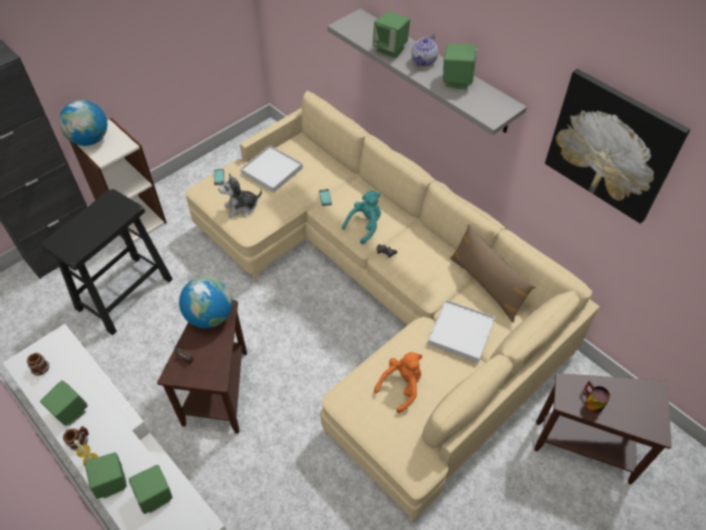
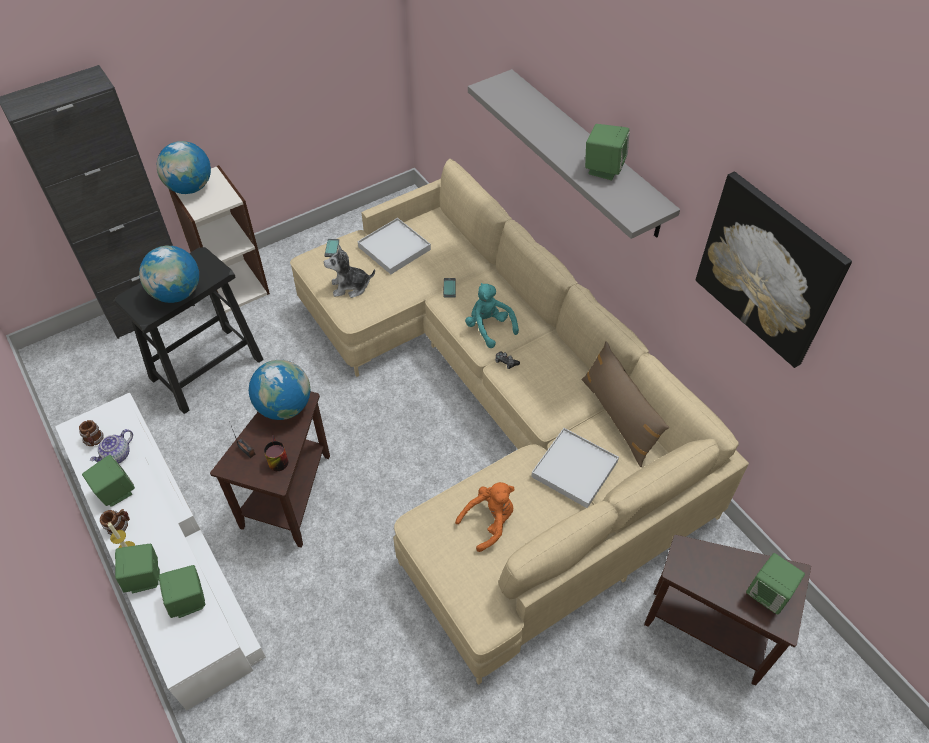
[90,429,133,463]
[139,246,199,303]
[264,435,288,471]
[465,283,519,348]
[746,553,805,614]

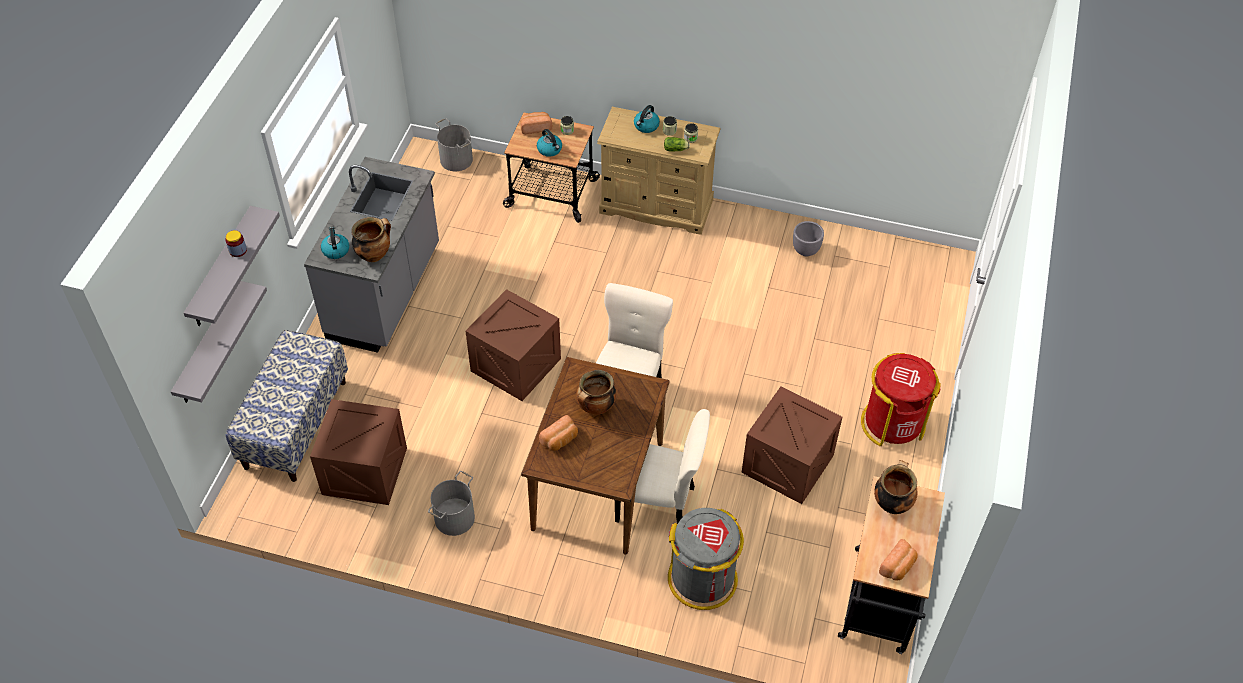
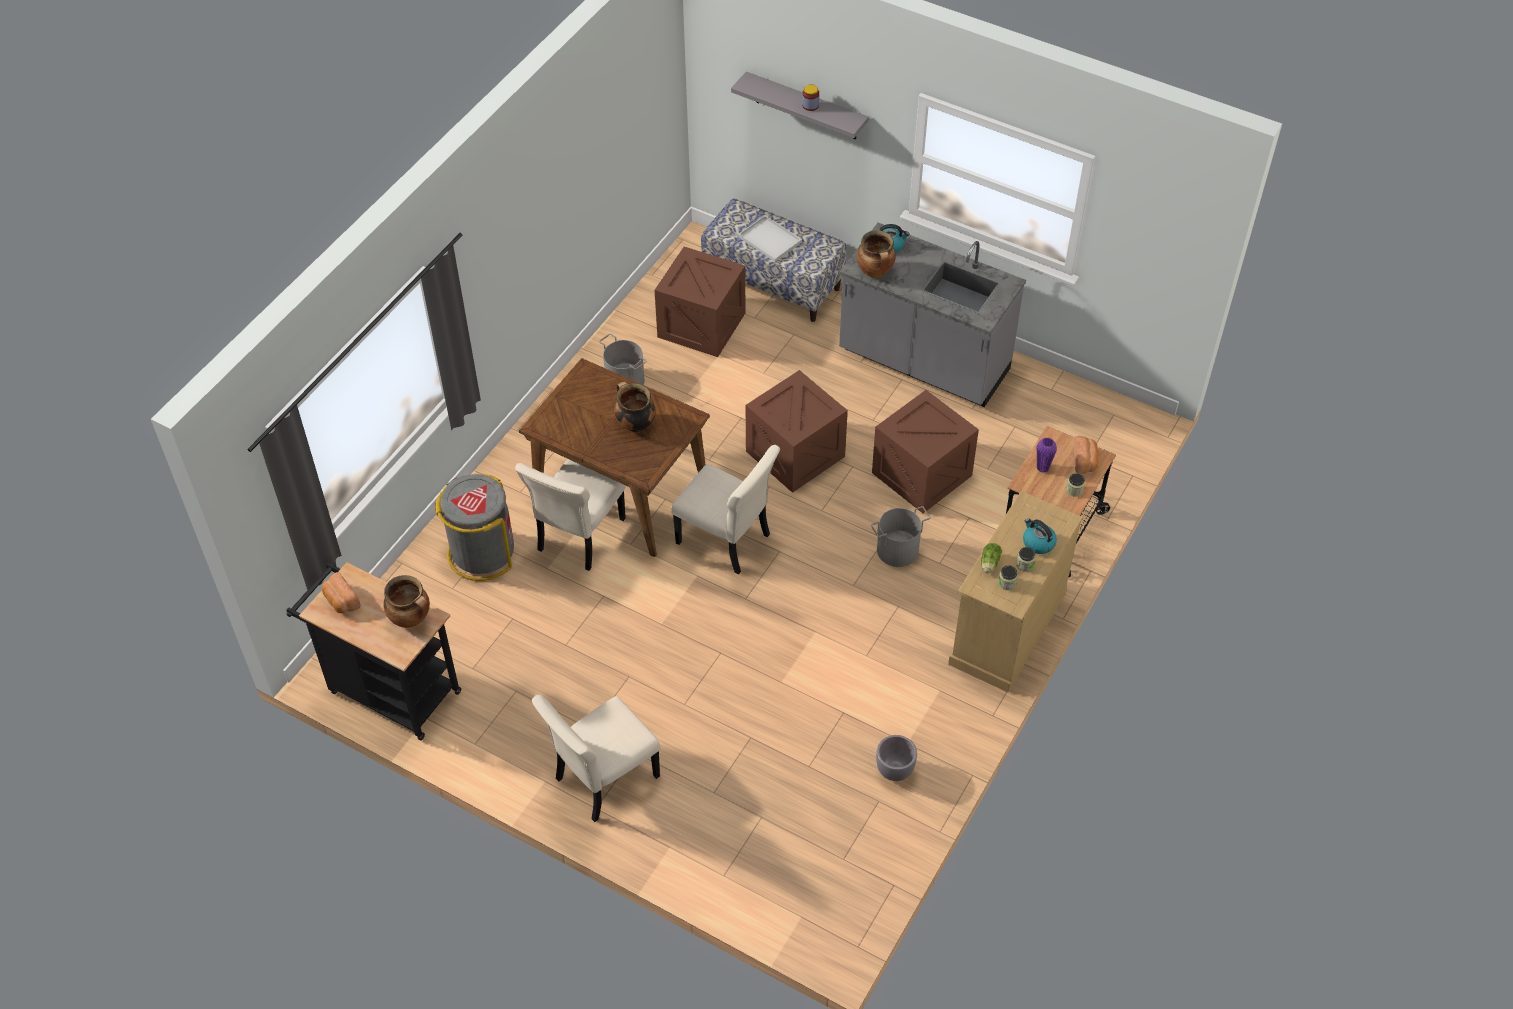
[532,695,661,822]
[738,215,802,262]
[871,506,930,567]
[872,390,979,513]
[1037,437,1057,472]
[171,281,267,403] (first image)
[539,415,578,451] (first image)

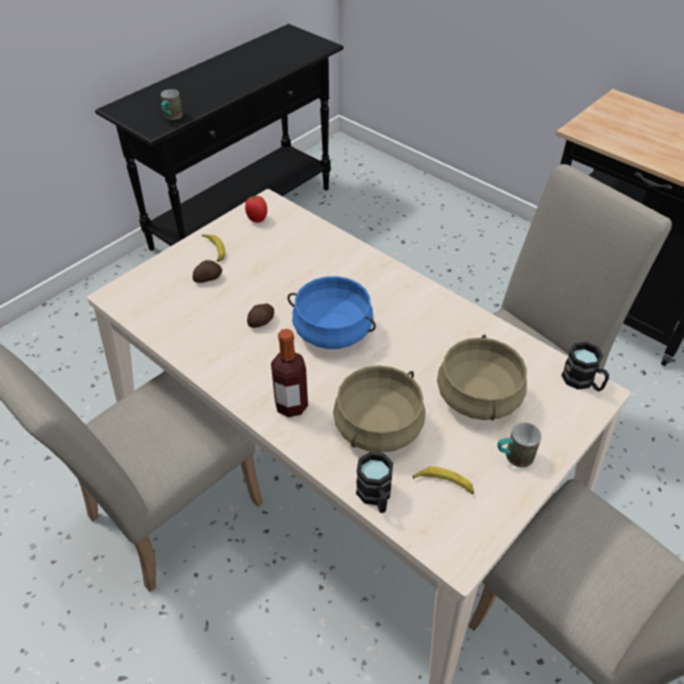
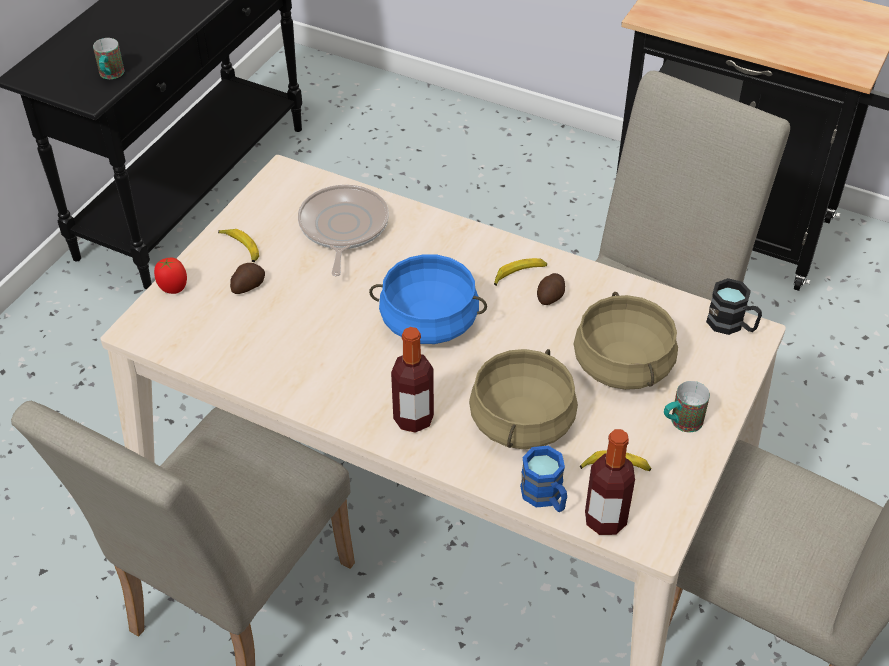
[154,258,187,294]
[298,185,389,276]
[494,258,547,286]
[520,446,567,512]
[537,273,565,305]
[585,429,635,535]

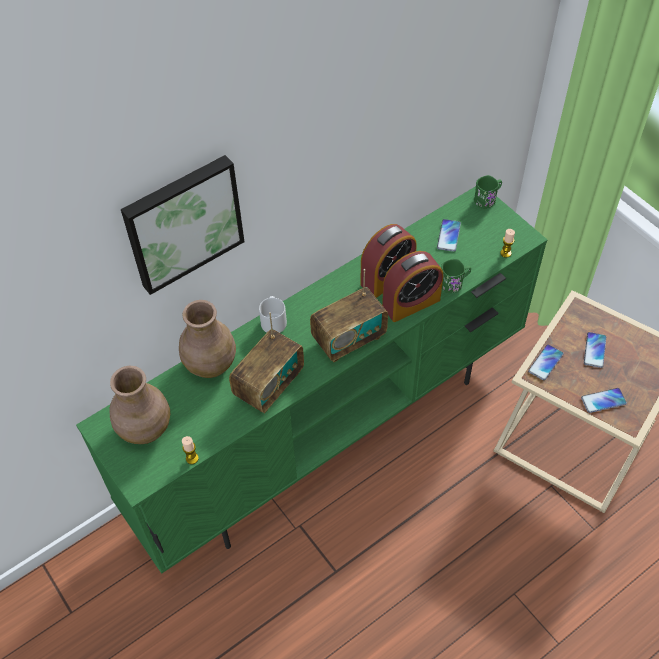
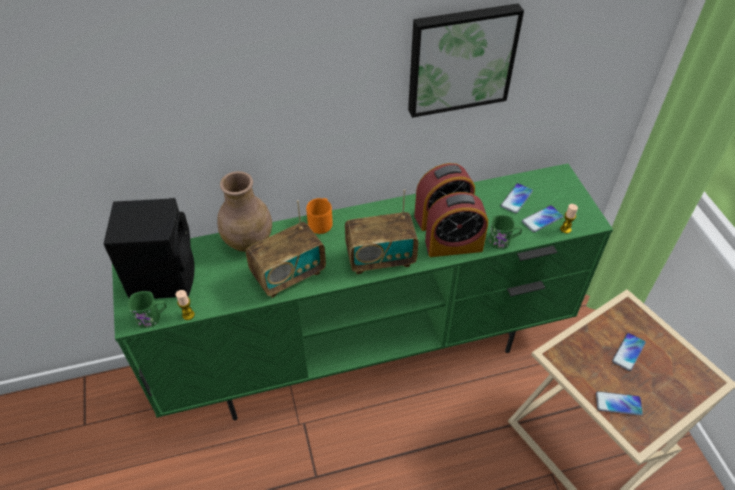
[103,198,195,299]
[128,291,166,328]
[306,198,333,234]
[408,3,524,118]
[522,205,563,232]

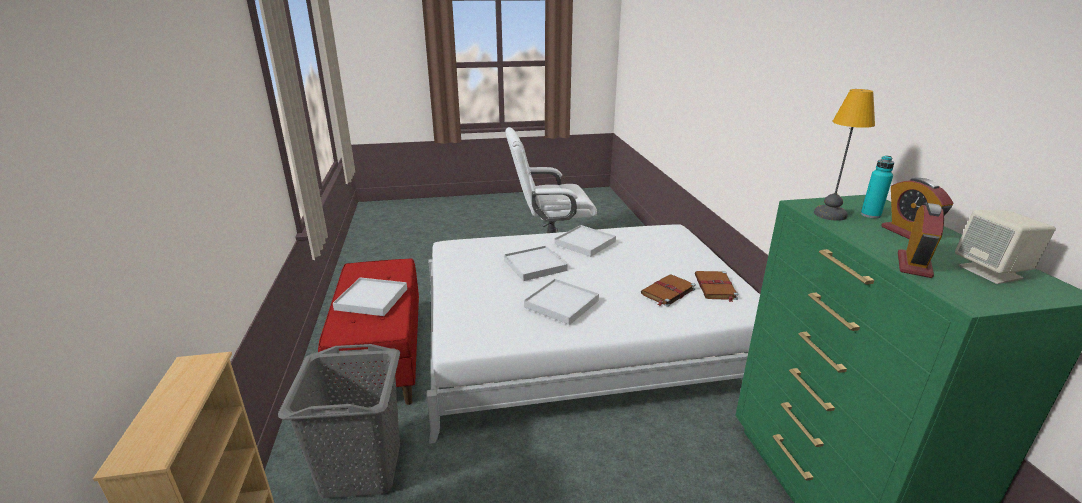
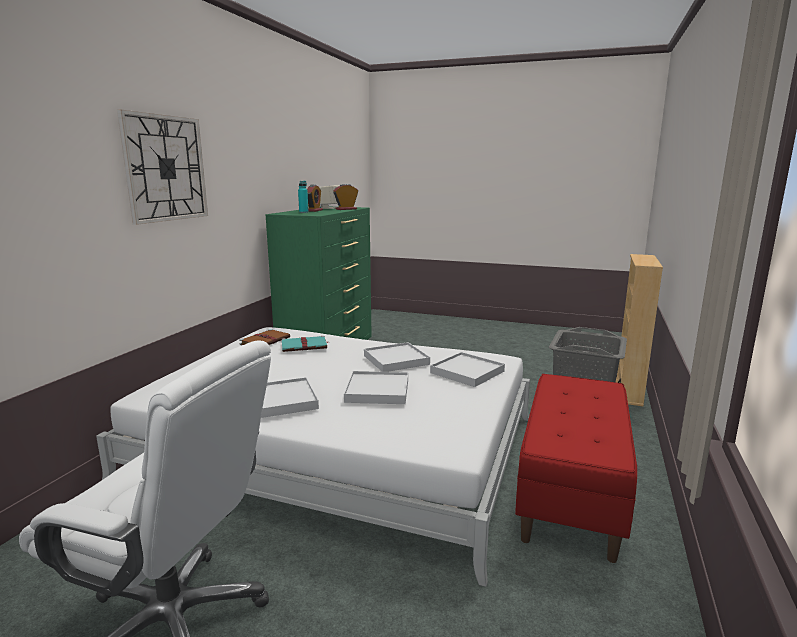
[117,110,208,225]
[282,336,329,352]
[430,352,505,387]
[814,89,875,221] (first image)

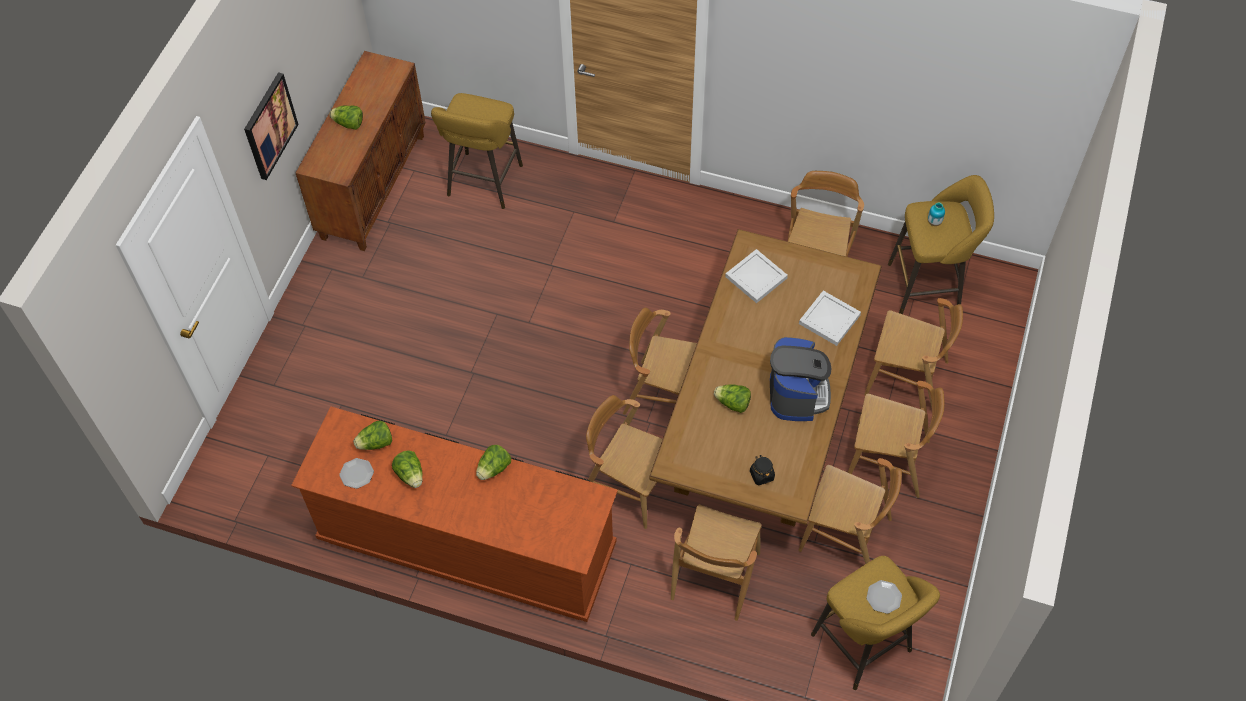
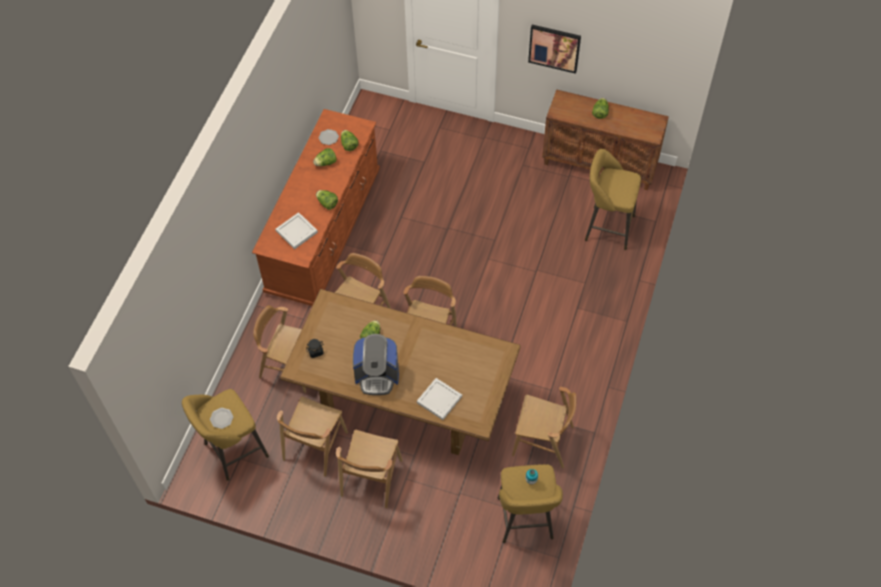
[275,212,318,249]
[864,298,963,408] (first image)

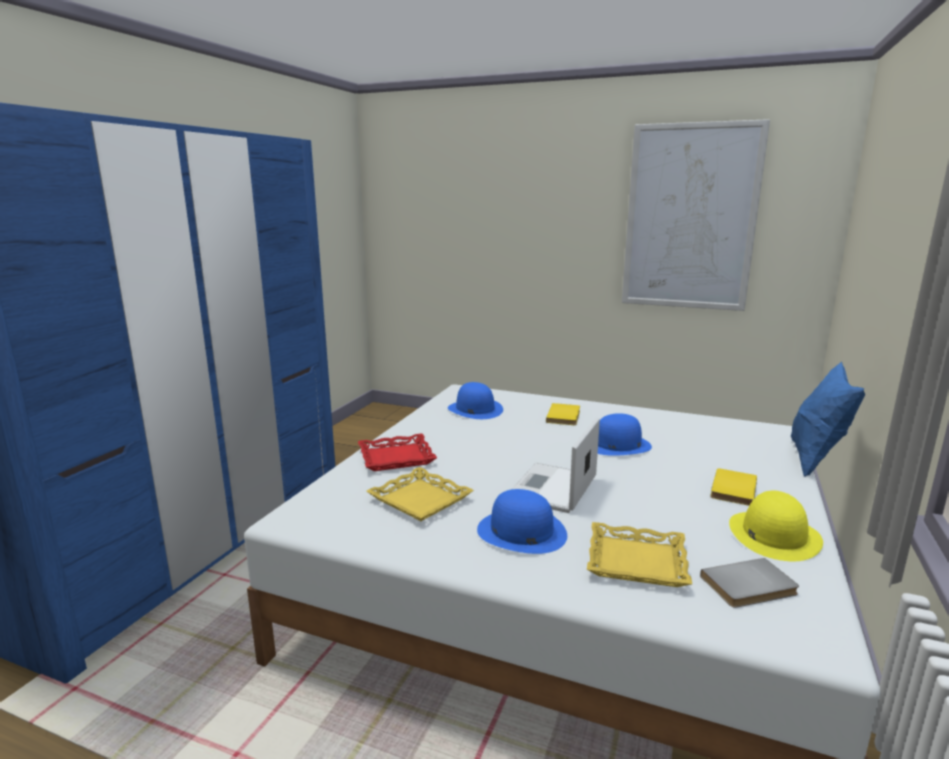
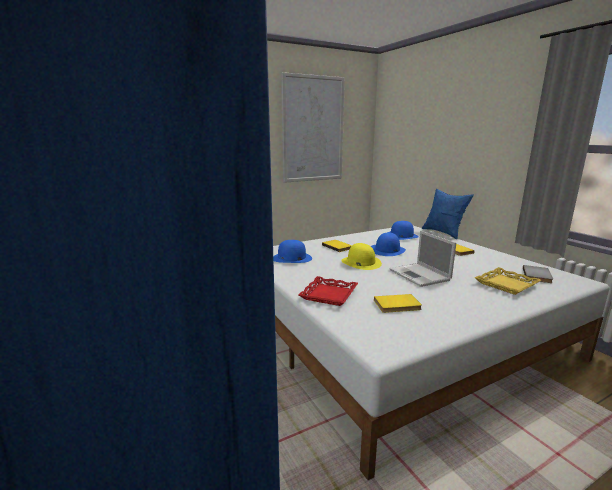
[341,243,382,270]
[374,294,422,313]
[389,221,419,240]

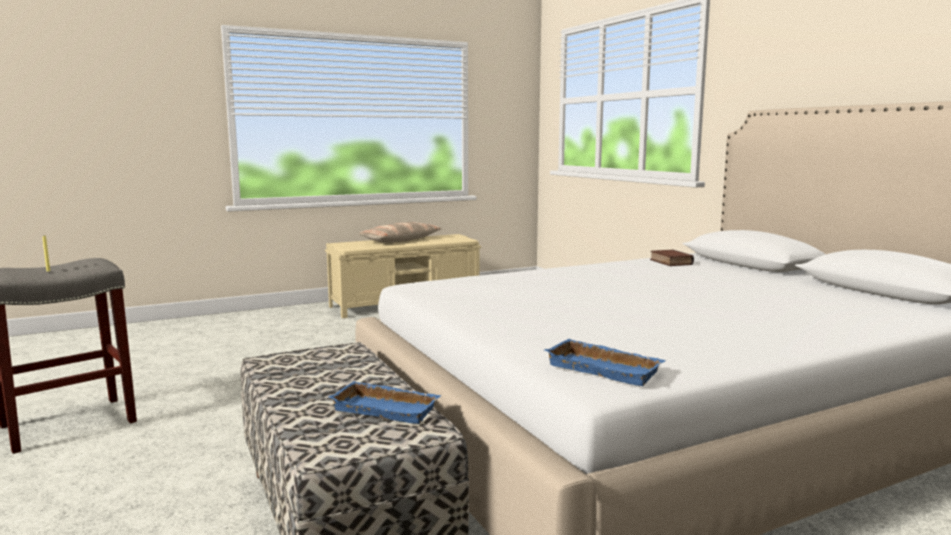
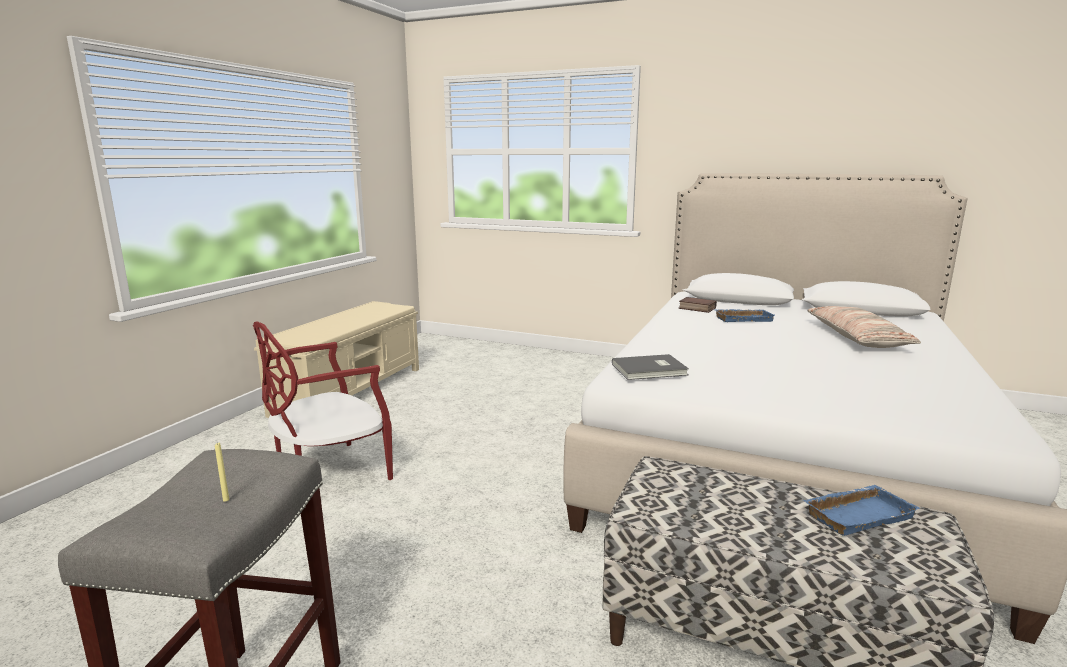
[253,321,393,480]
[612,354,689,380]
[714,309,776,322]
[808,306,921,348]

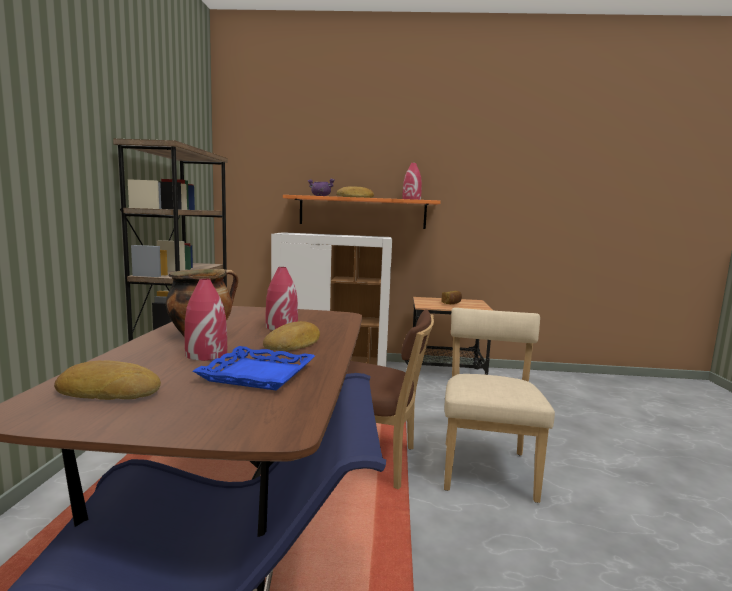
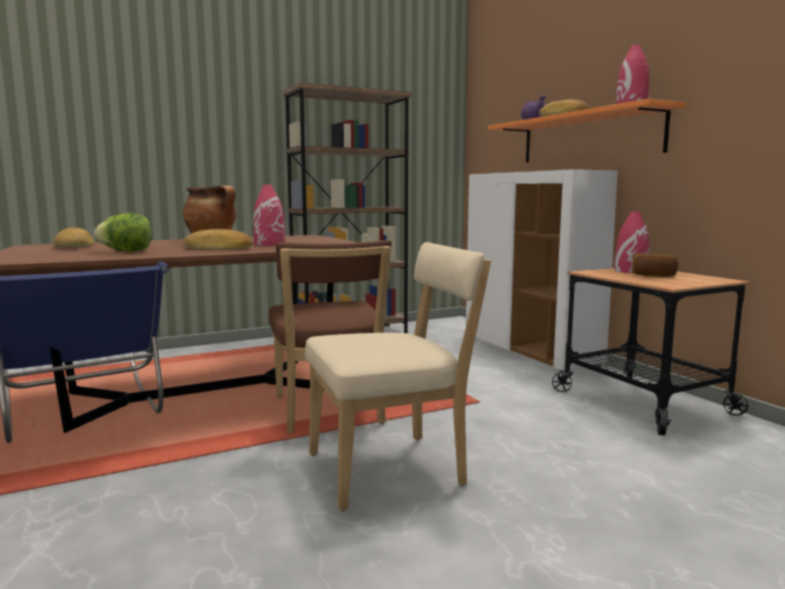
[94,213,152,252]
[615,211,649,273]

